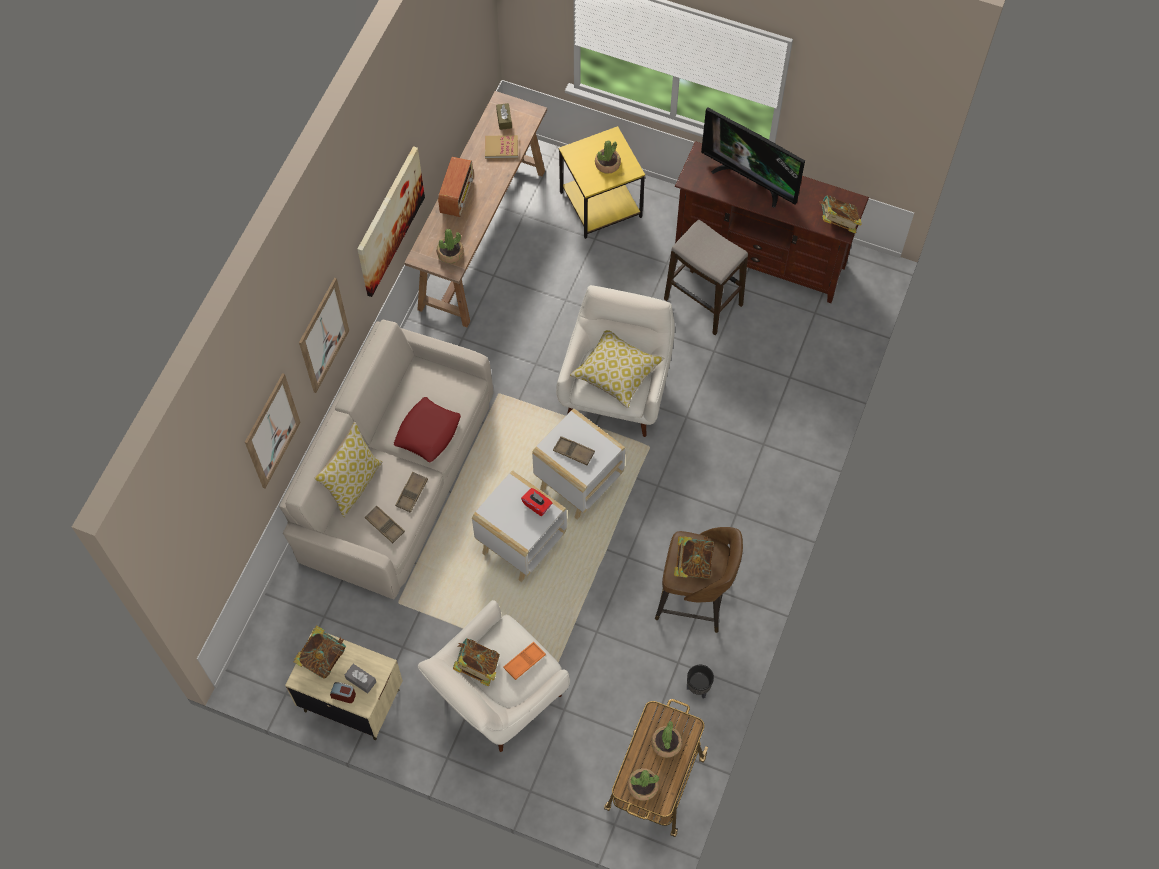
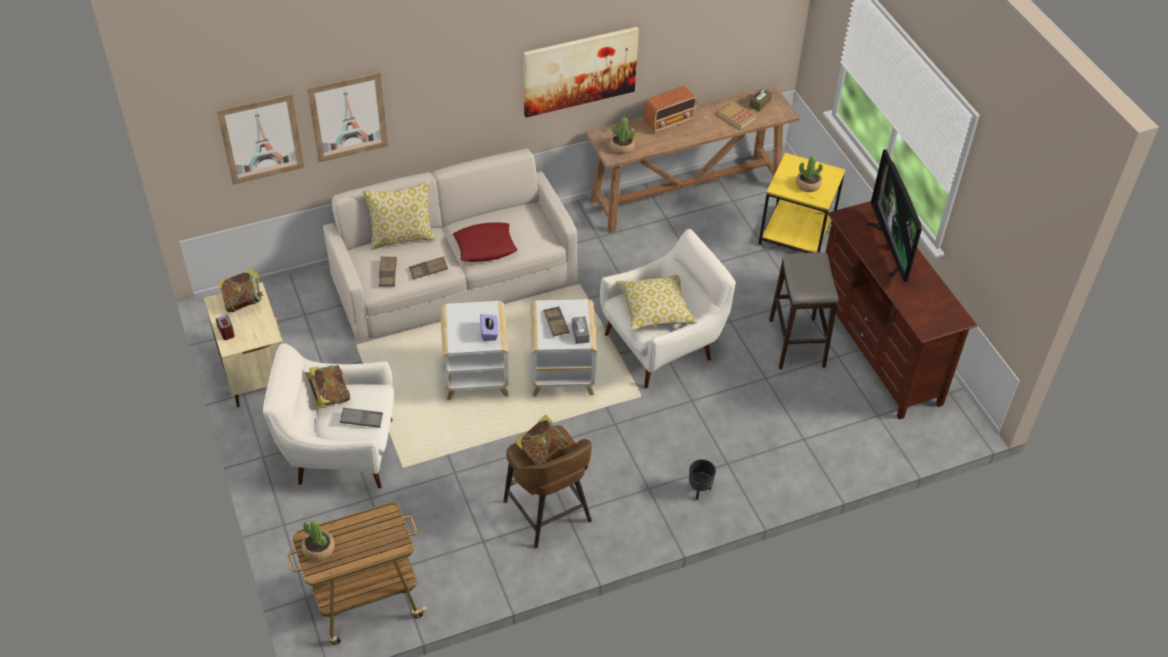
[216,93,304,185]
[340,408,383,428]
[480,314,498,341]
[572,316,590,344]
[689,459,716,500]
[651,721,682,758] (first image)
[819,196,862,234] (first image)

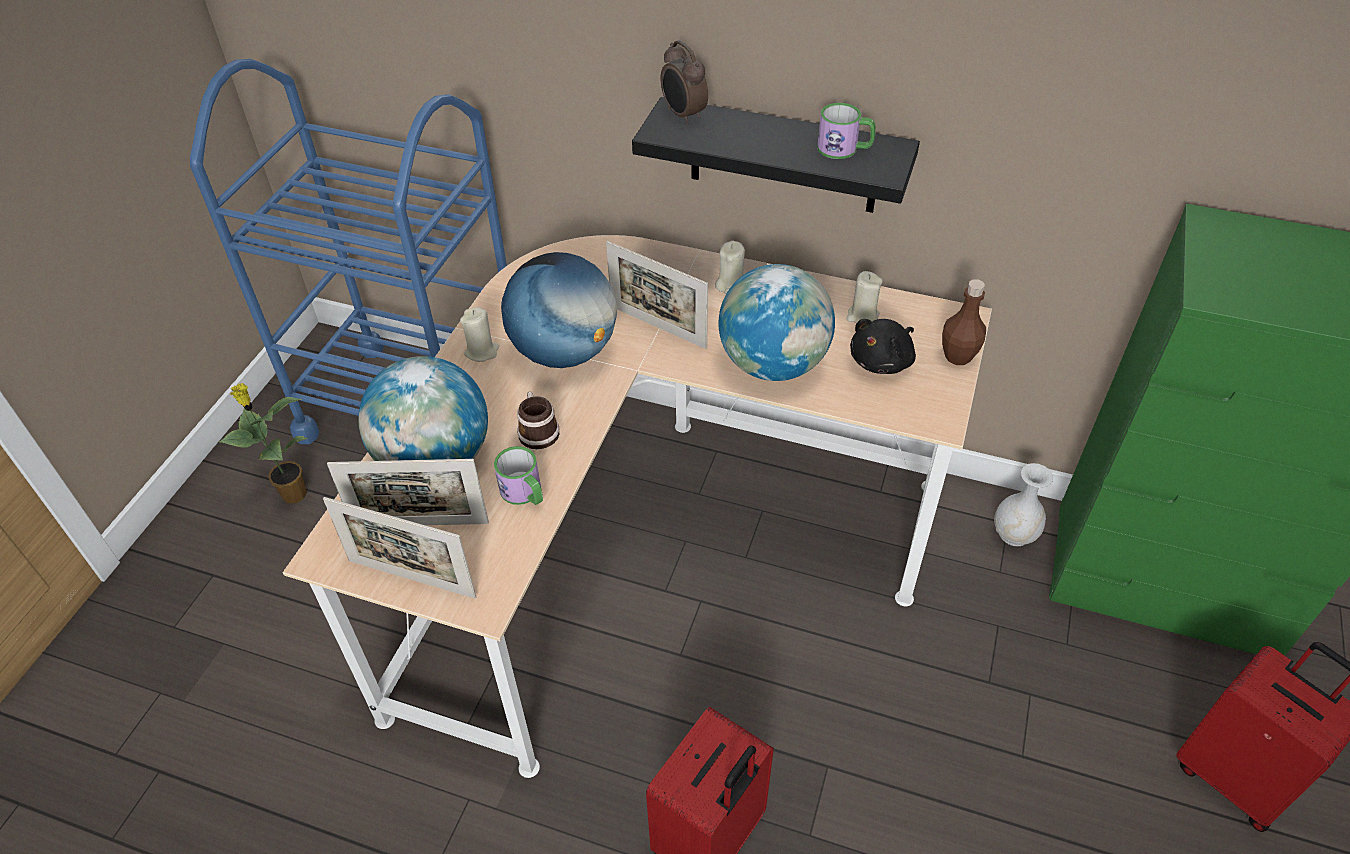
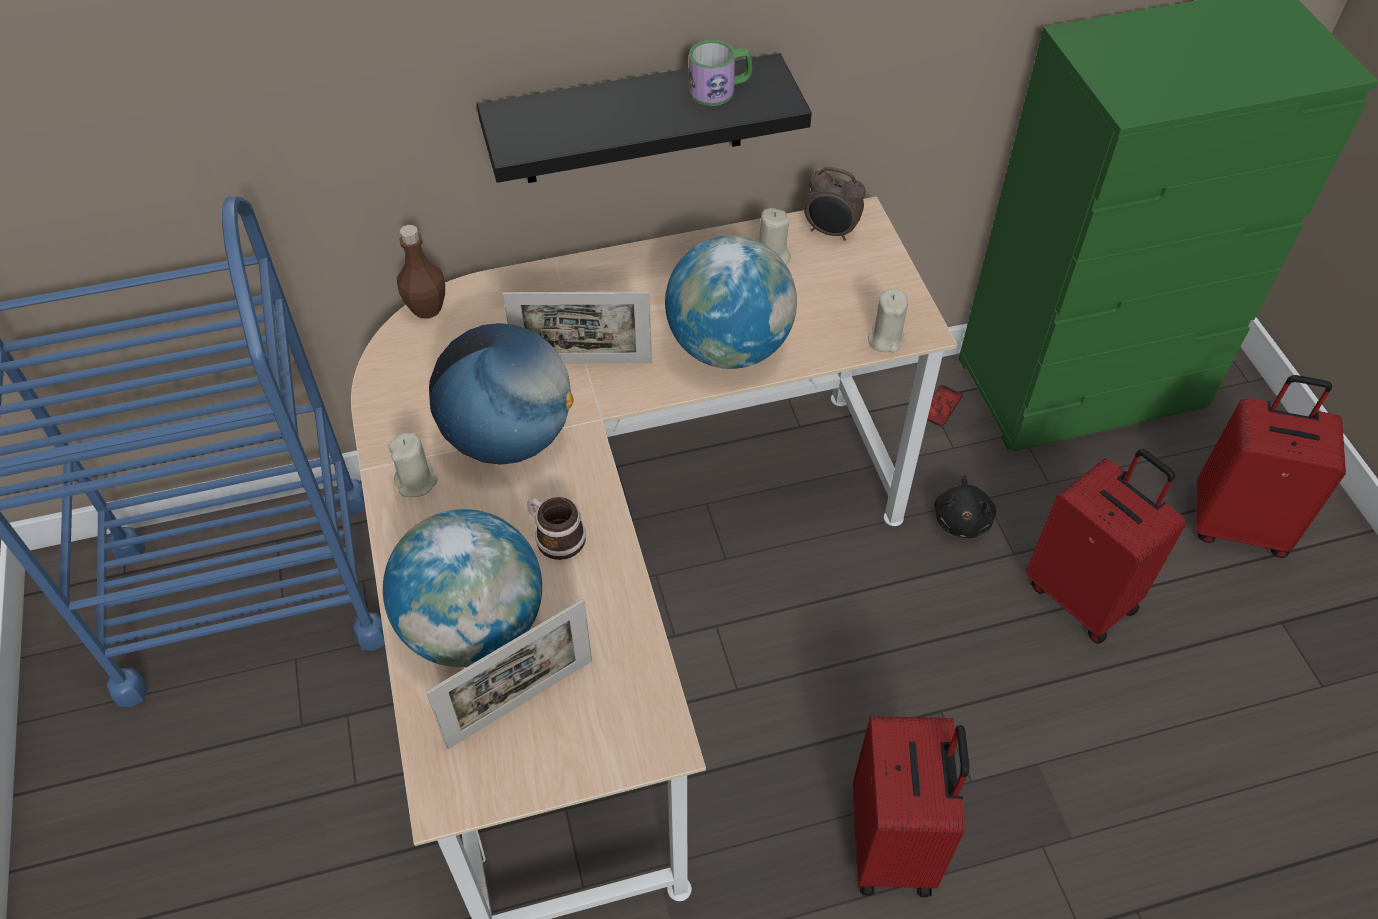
[397,225,445,318]
[804,167,866,241]
[868,289,908,352]
[927,385,963,427]
[934,476,996,538]
[1026,449,1186,644]
[220,383,308,503] (first image)
[323,497,476,599] (first image)
[494,446,543,505] (first image)

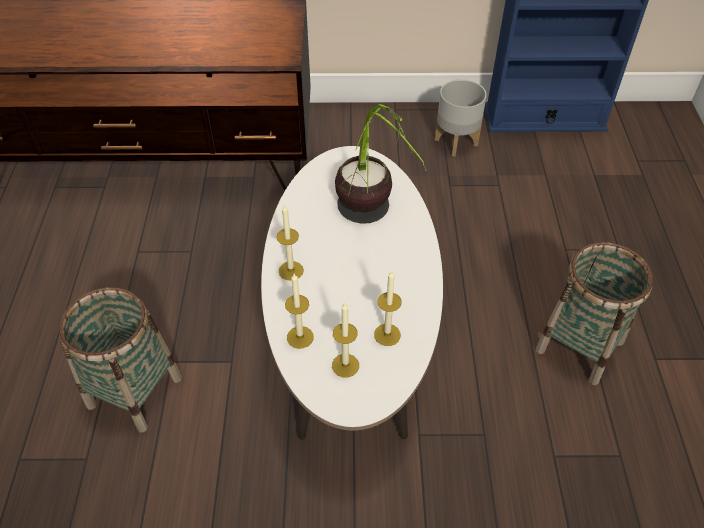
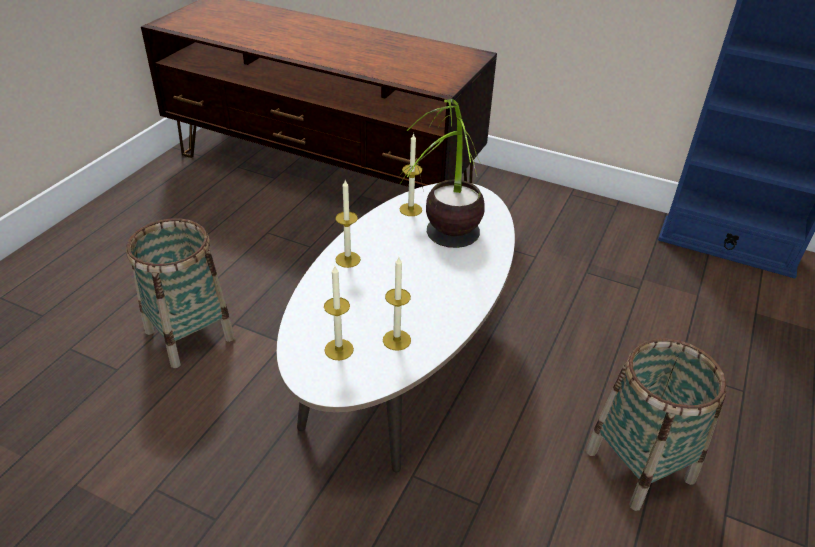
[400,133,422,216]
[435,79,487,156] (first image)

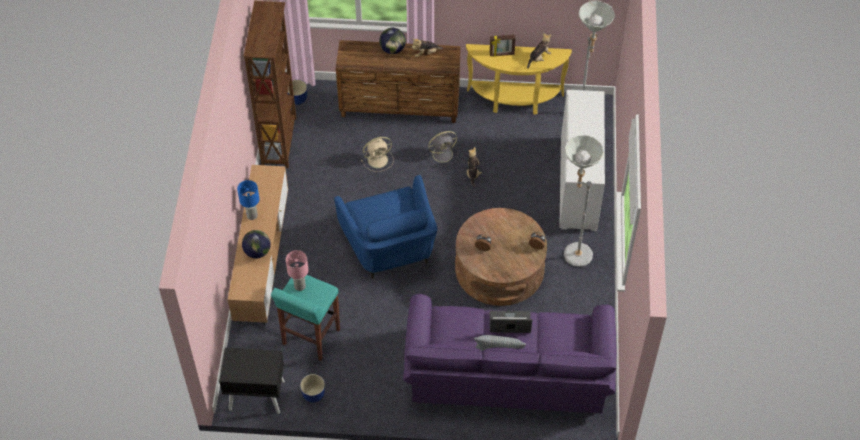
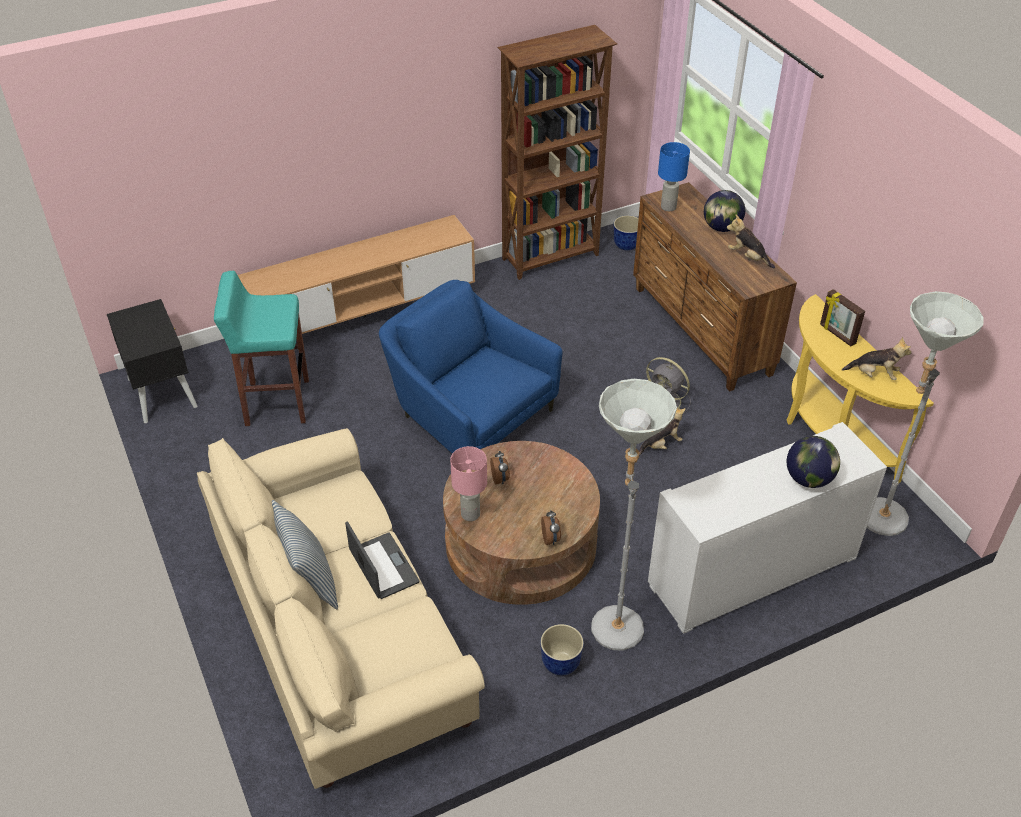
[197,428,485,789]
[379,280,562,454]
[450,446,487,521]
[540,624,584,675]
[658,142,690,211]
[787,436,840,488]
[361,137,394,172] (first image)

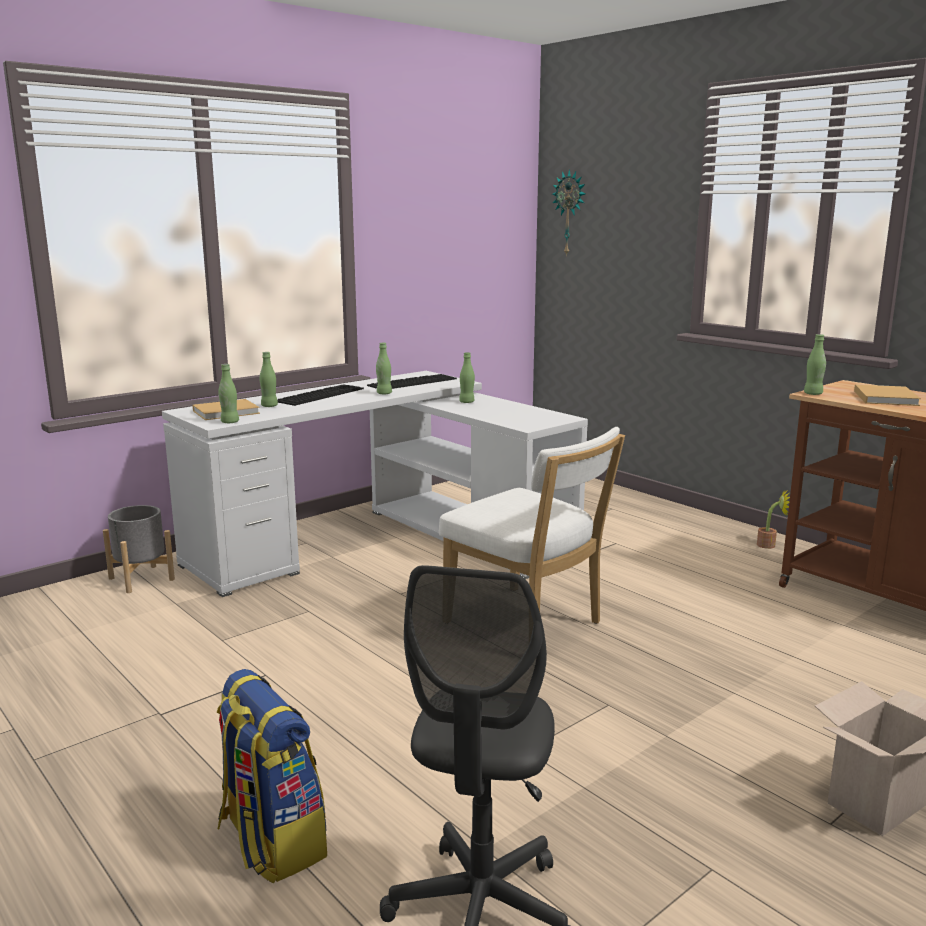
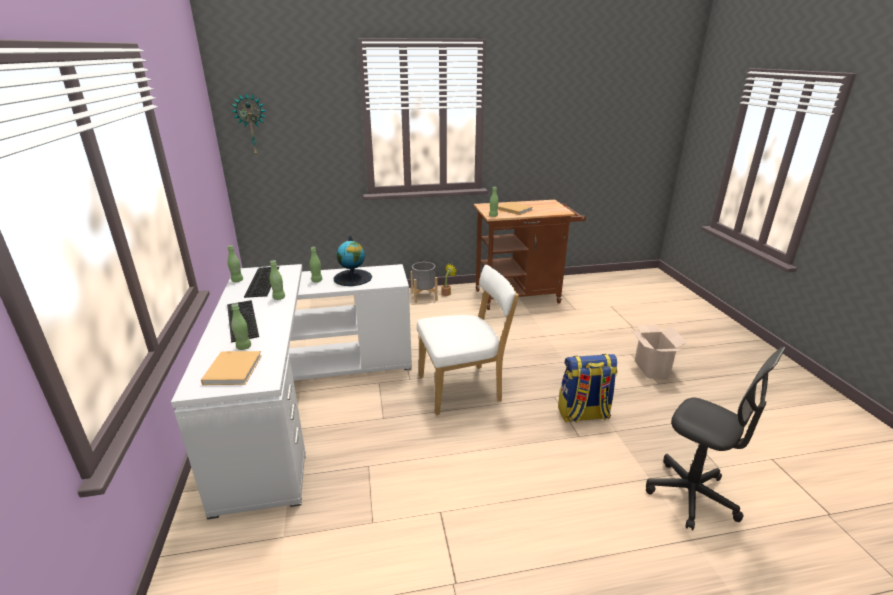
[228,245,243,282]
[333,236,372,286]
[411,262,438,303]
[558,354,618,423]

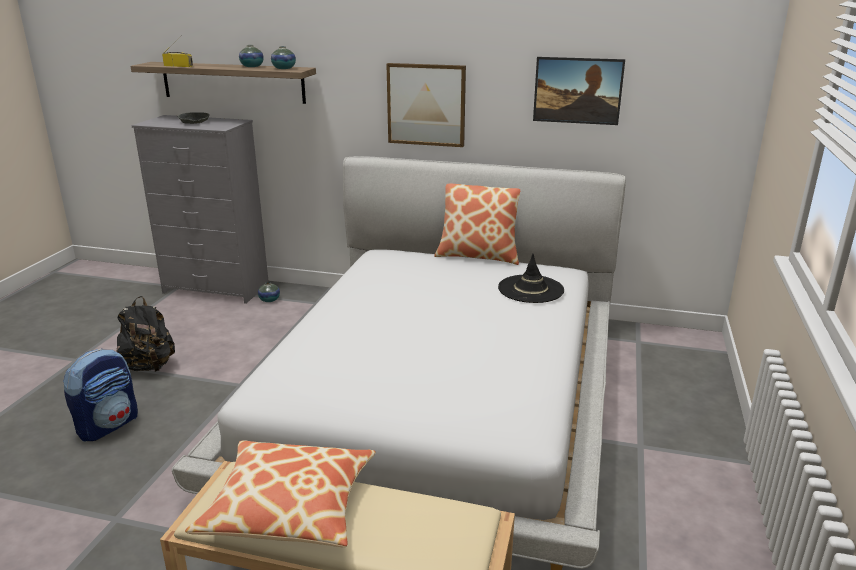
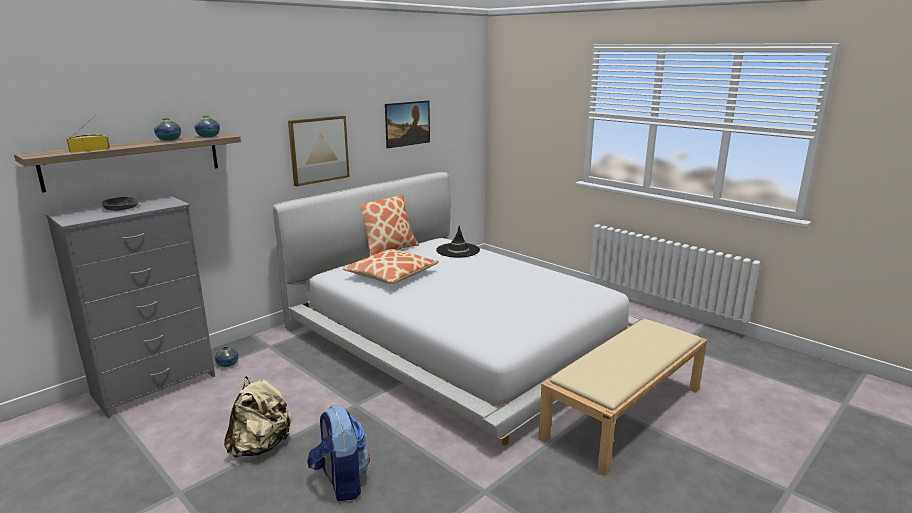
[224,376,292,458]
[343,249,439,284]

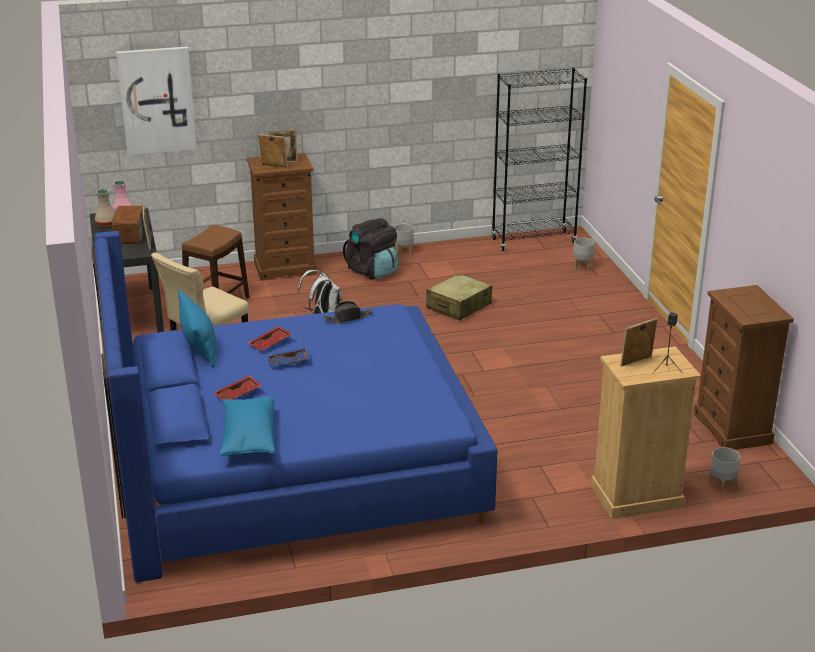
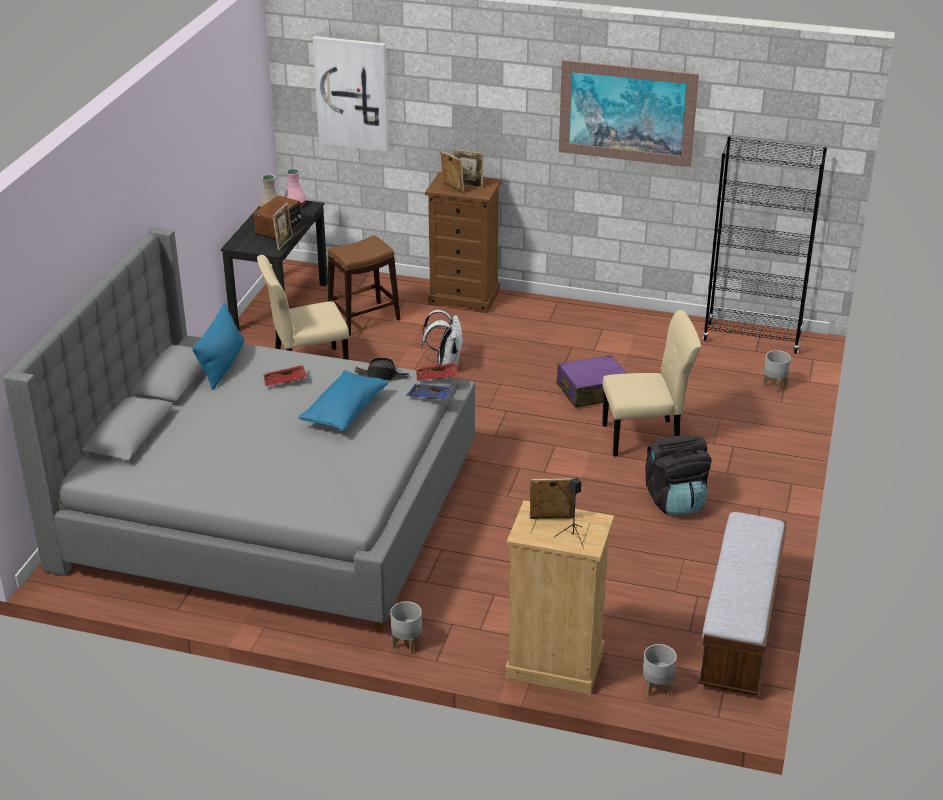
[3,227,475,633]
[298,370,388,432]
[390,601,422,654]
[406,384,453,399]
[416,362,458,381]
[557,355,627,408]
[559,60,699,167]
[602,310,701,457]
[645,435,712,515]
[698,512,787,695]

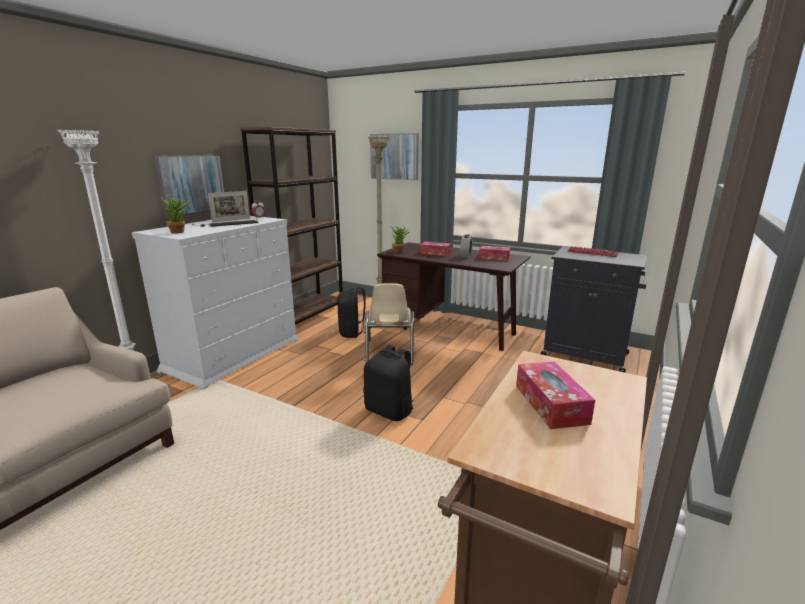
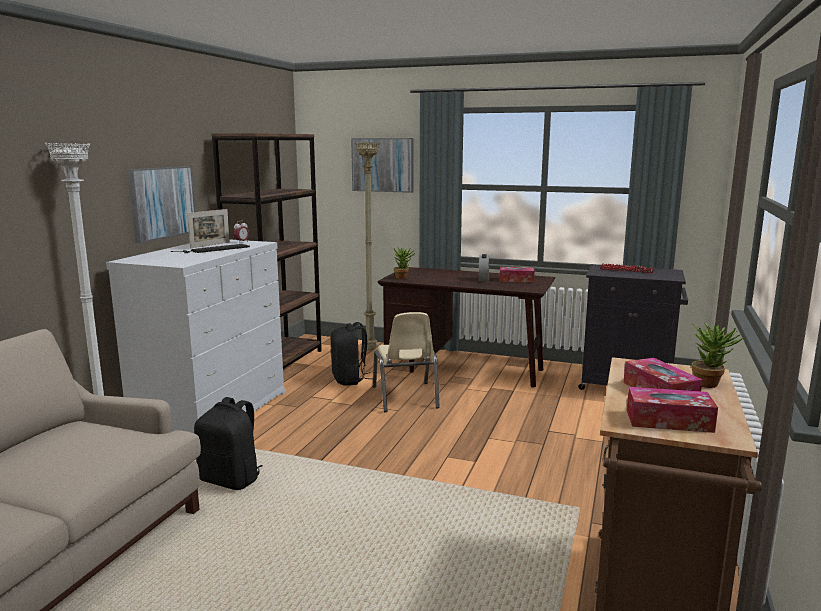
[194,397,263,490]
[627,387,718,433]
[690,322,743,388]

